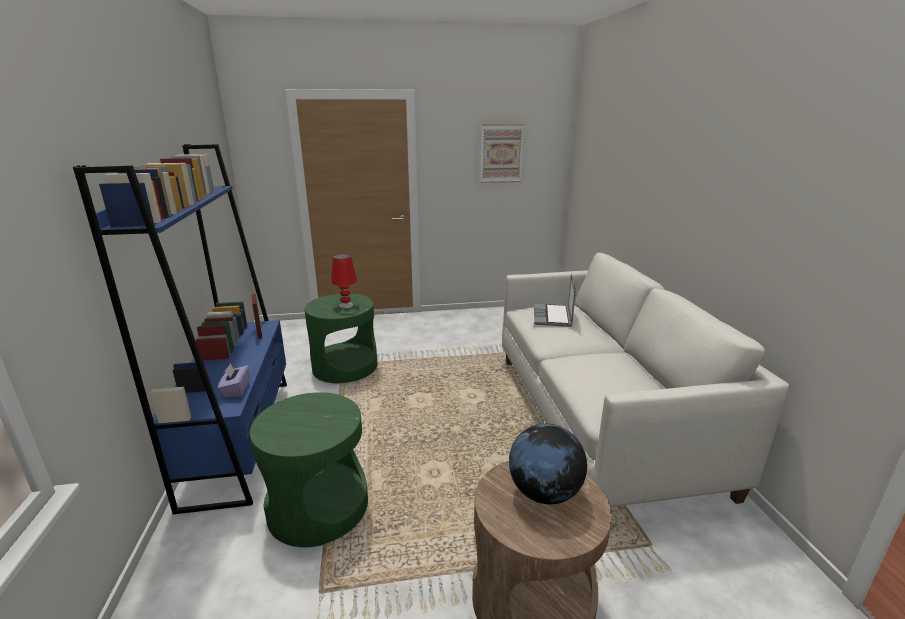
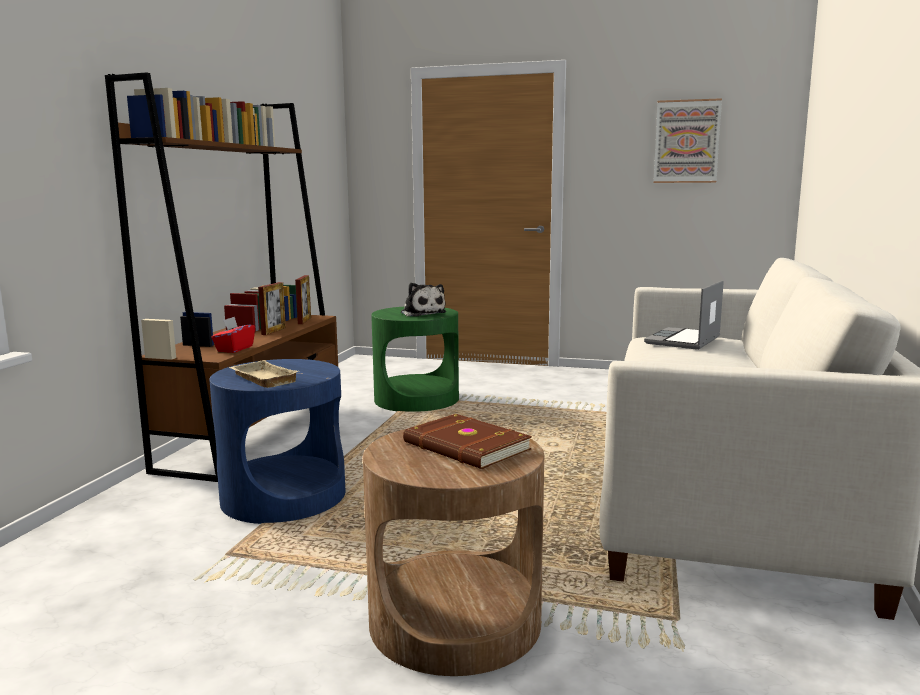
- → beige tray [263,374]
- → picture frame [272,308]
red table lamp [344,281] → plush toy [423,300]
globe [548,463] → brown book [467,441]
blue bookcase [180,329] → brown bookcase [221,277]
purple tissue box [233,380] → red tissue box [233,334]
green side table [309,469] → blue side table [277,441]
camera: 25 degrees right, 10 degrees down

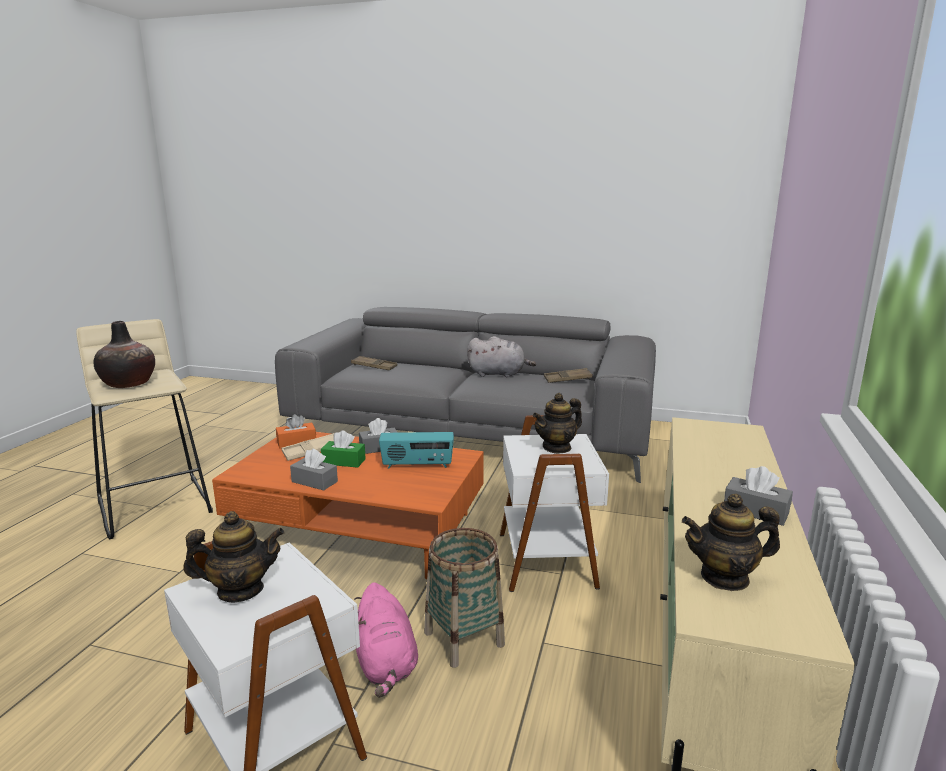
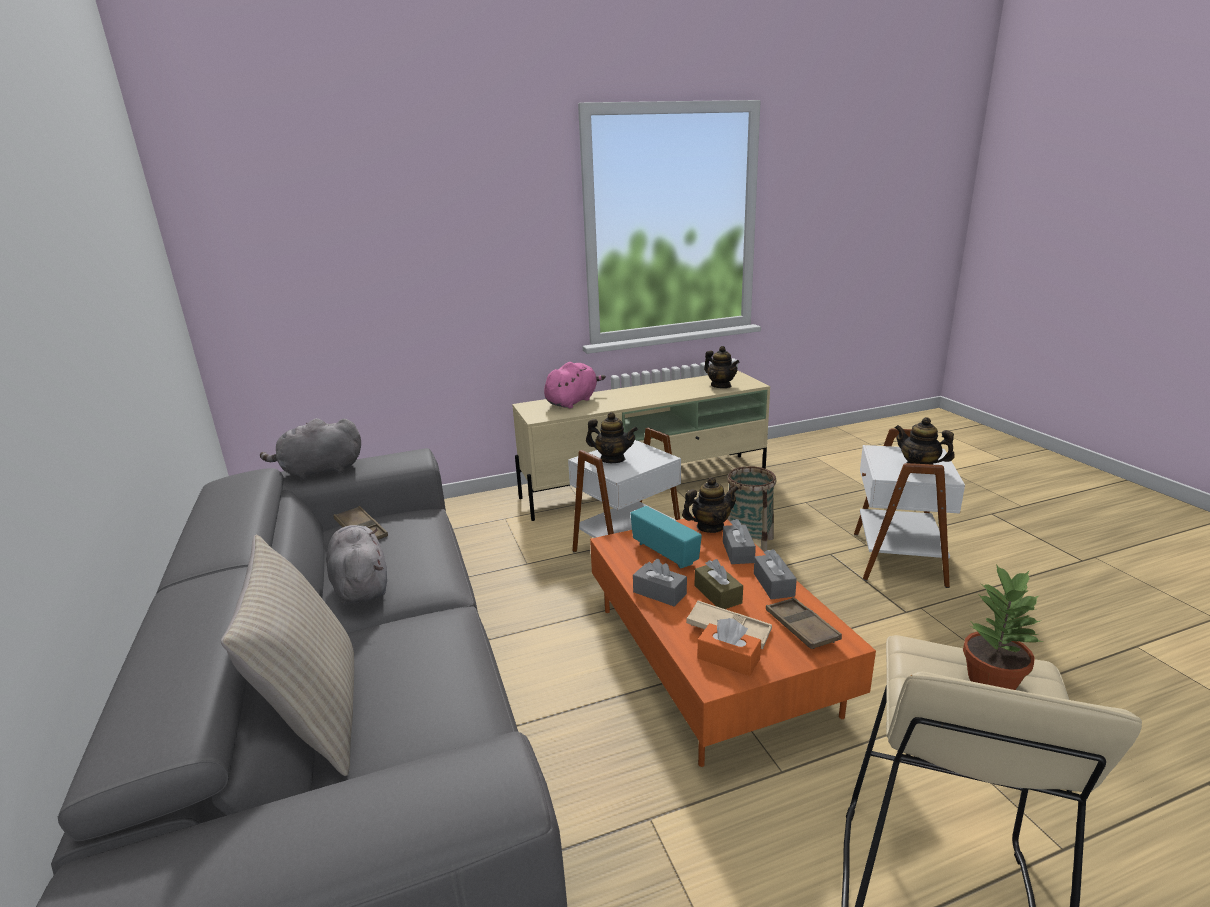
- → beige pillow [287,655]
- → grey plush toy [310,449]
- → teapot [710,505]
brown tray [374,363] → brown tray [804,623], move
pink plush toy [386,639] → pink plush toy [575,385], move
grey tissue box [758,496] → grey tissue box [739,541], move
vase [124,354] → potted plant [1003,627]
green tissue box [343,449] → brown tissue box [719,584]
camera: 125 degrees left, 5 degrees up

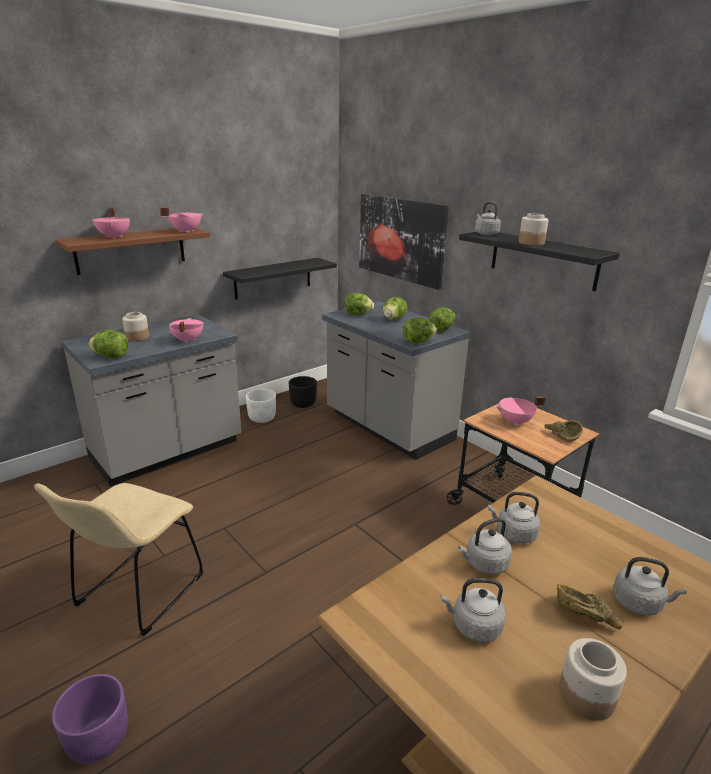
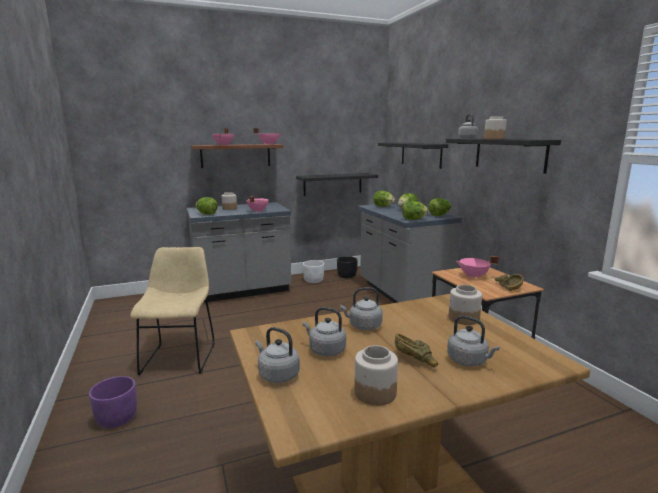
- → jar [465,305]
grey kettle [514,518] → grey kettle [277,355], move
picture [404,242] → black shelf [413,155]
beige chair [118,559] → beige chair [172,311], 135 degrees clockwise
camera: 20 degrees right, 10 degrees down

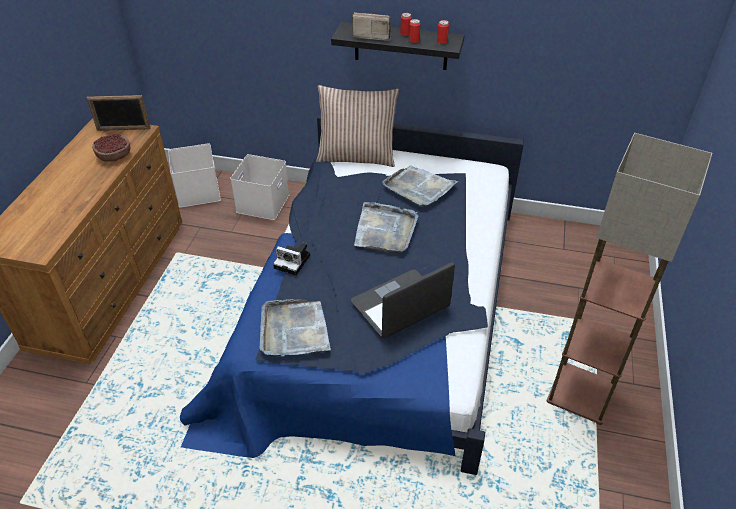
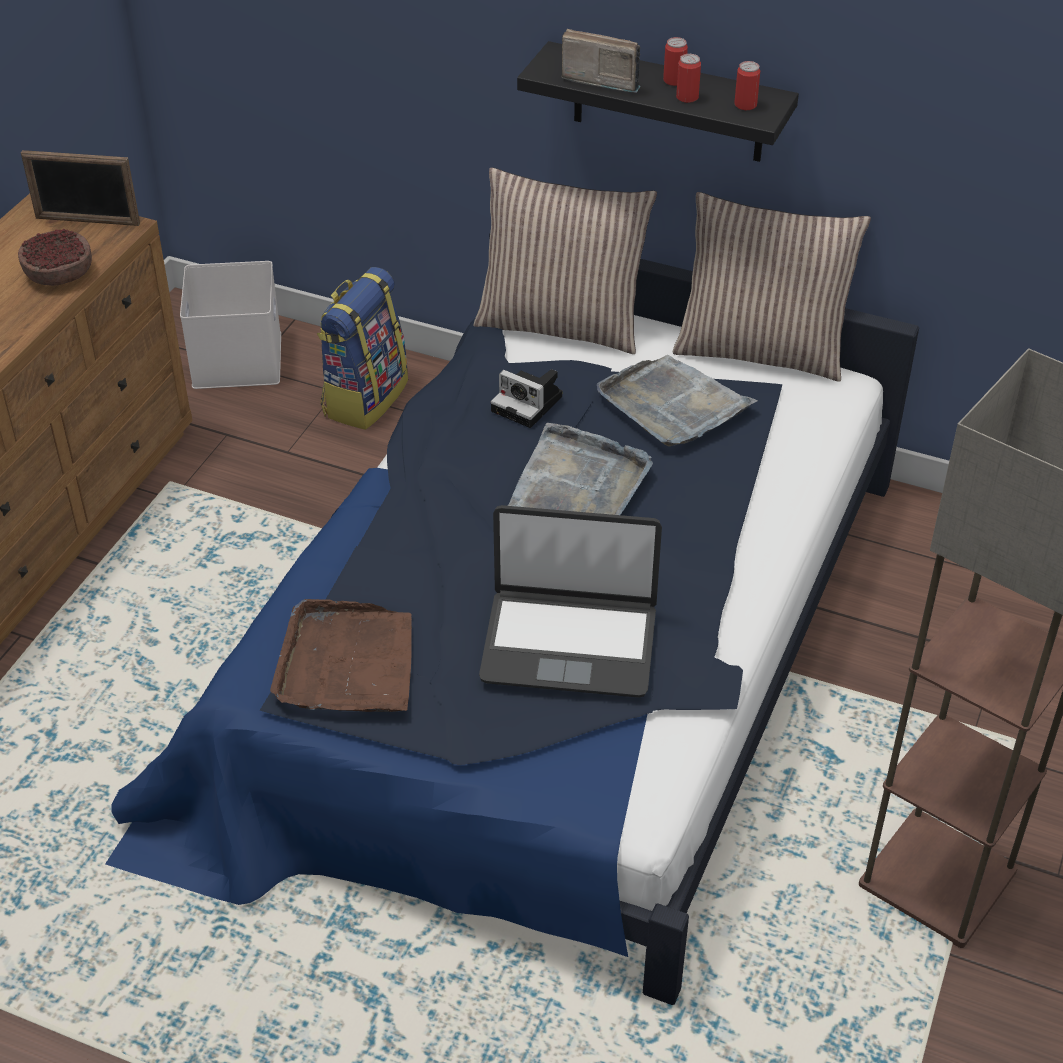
- → pillow [771,287]
photo camera [291,259] → photo camera [526,398], move
white storage box [259,187] → backpack [362,348]
grey tray [295,327] → brown tray [341,655]
laptop [403,300] → laptop [570,601], 150 degrees counterclockwise
camera: 10 degrees right, 0 degrees up

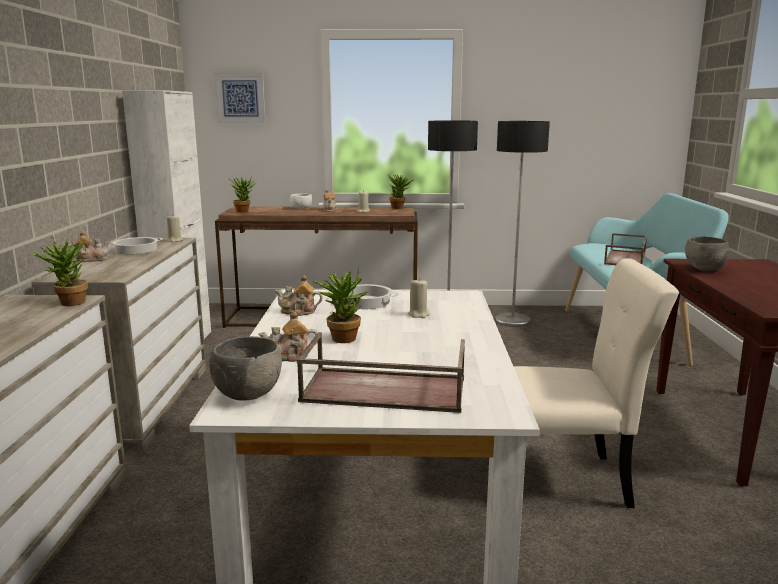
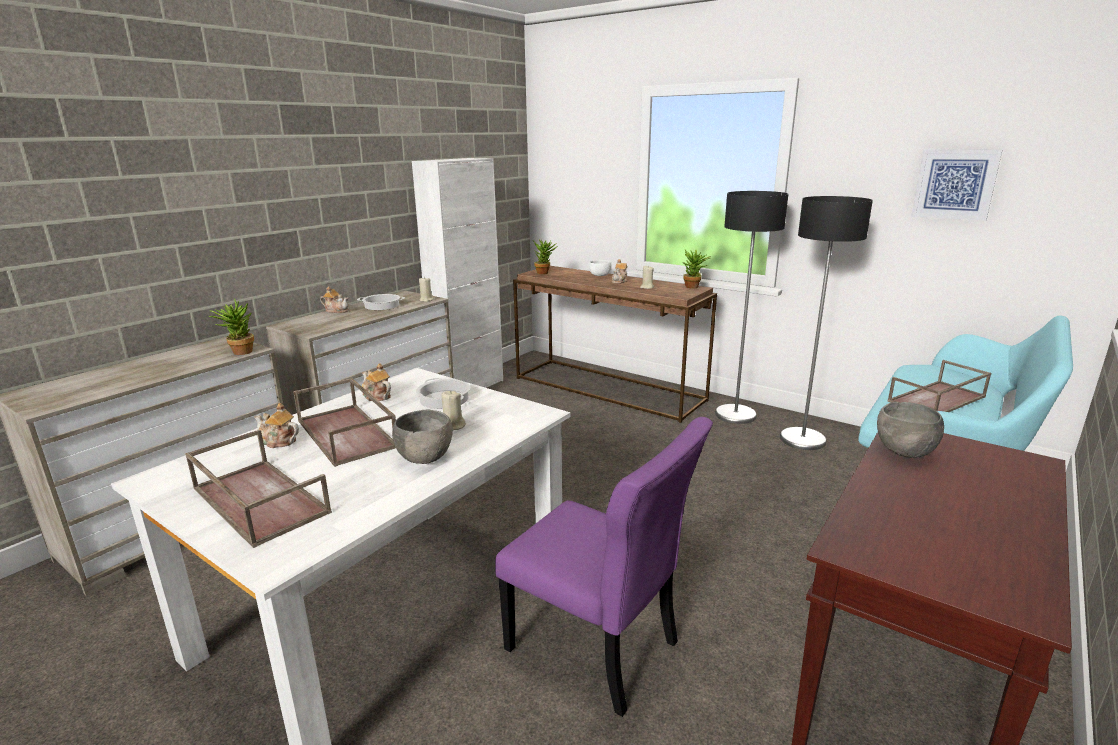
grey bowl [245,368] → grey bowl [422,437], move
picture [240,98] → picture [957,185], move
potted plant [340,305] → brown tray [344,422]
beige chair [596,383] → purple chair [604,567]
camera: 35 degrees right, 5 degrees up

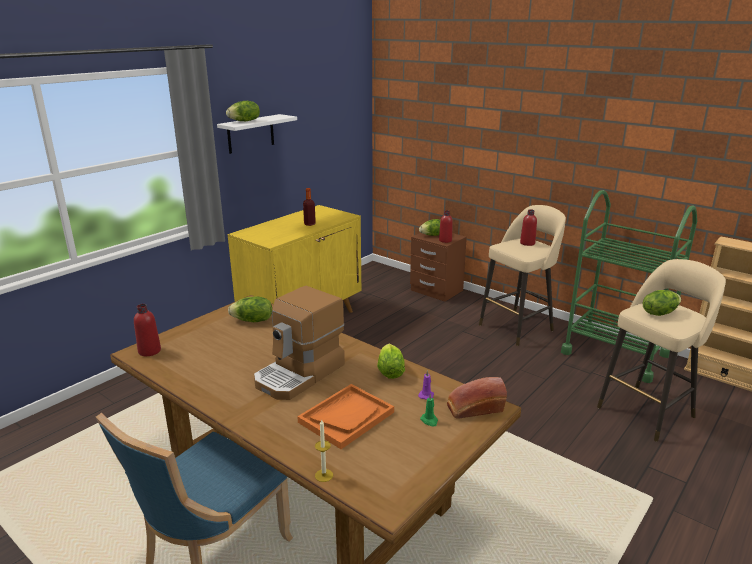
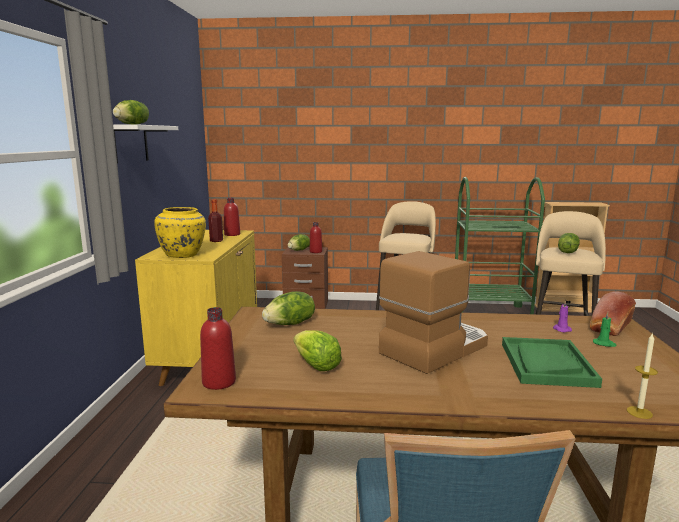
- → yellow vase [180,232]
lettuce [391,361] → lettuce [317,350], move
red bottle [528,227] → red bottle [232,217], move
orange tray [345,416] → green tray [552,362]
coffee machine [299,343] → coffee machine [433,312], 135 degrees counterclockwise
camera: 35 degrees left, 10 degrees down

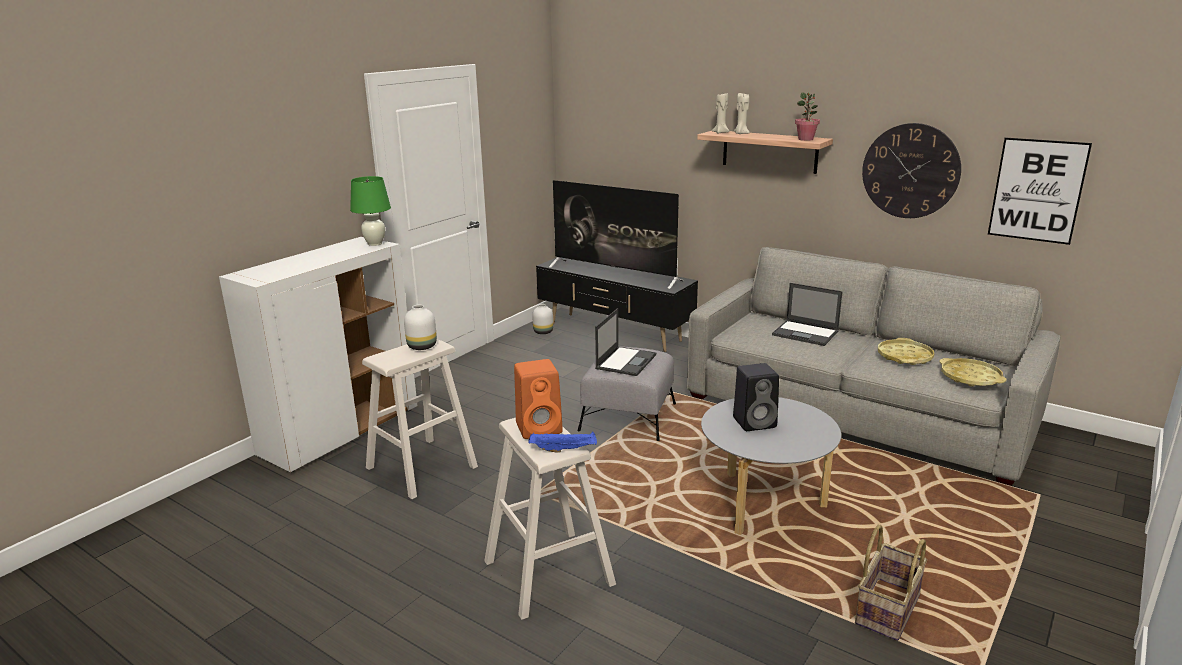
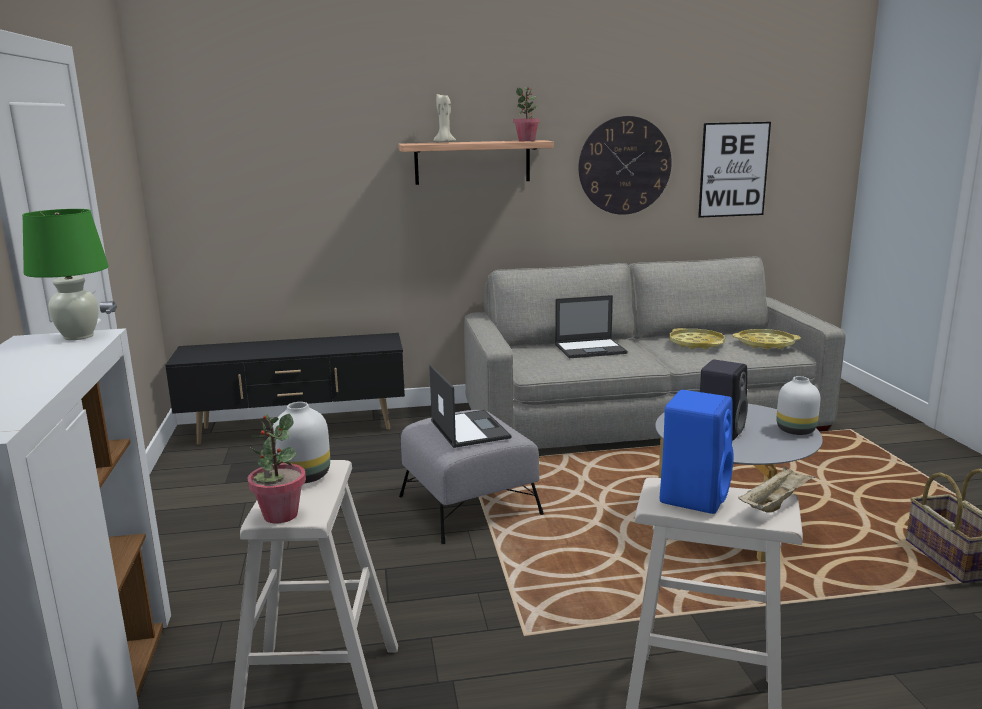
television [616,234] → -
beige candle [720,113] → -
- → potted plant [277,469]
white vase [542,319] → white vase [798,405], move
orange speaker [538,399] → blue speaker [696,452]
blue tray [563,442] → beige tray [777,489]
camera: 45 degrees left, 5 degrees down

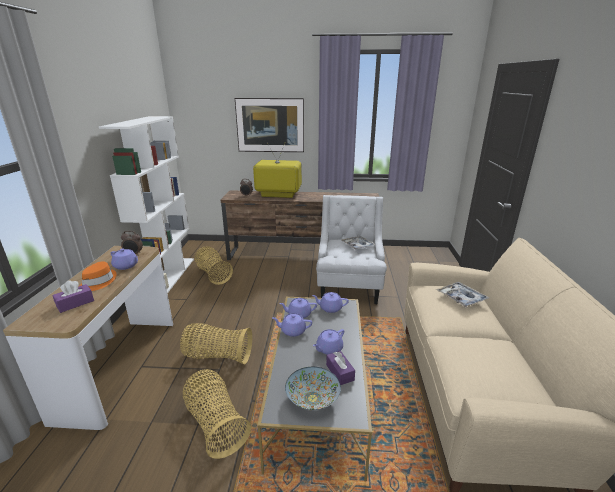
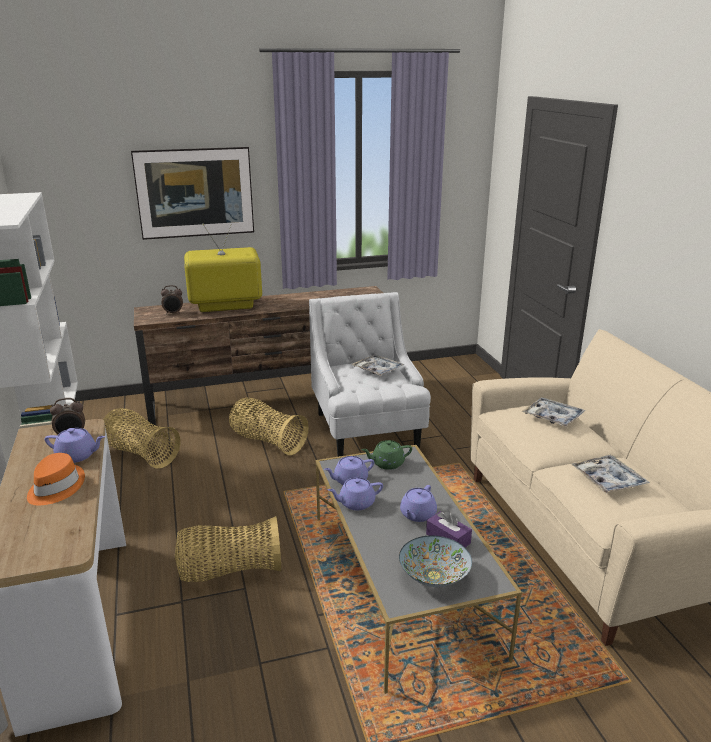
purple tissue box [73,296] → -
- → tray [610,474]
basket [217,414] → basket [269,426], move
purple teapot [330,302] → green teapot [386,455]
camera: 20 degrees left, 0 degrees up

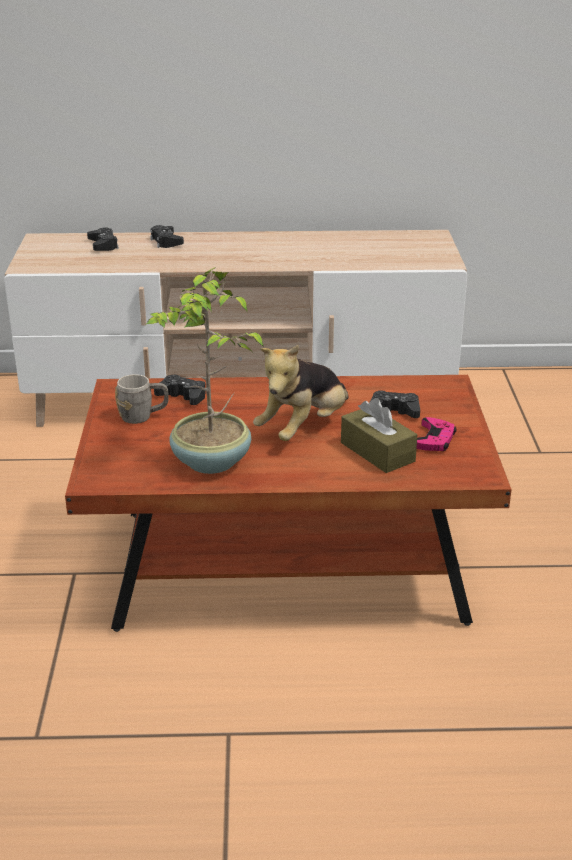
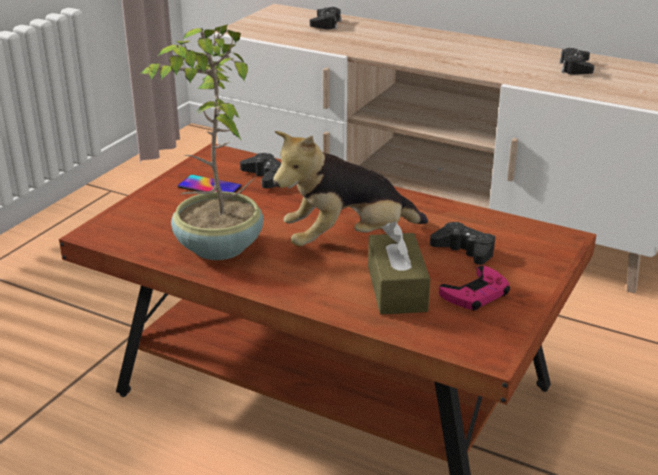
black game controller [167,236] → black game controller [576,61], move
grey mug [142,399] → phone [209,184]
camera: 30 degrees right, 0 degrees up

